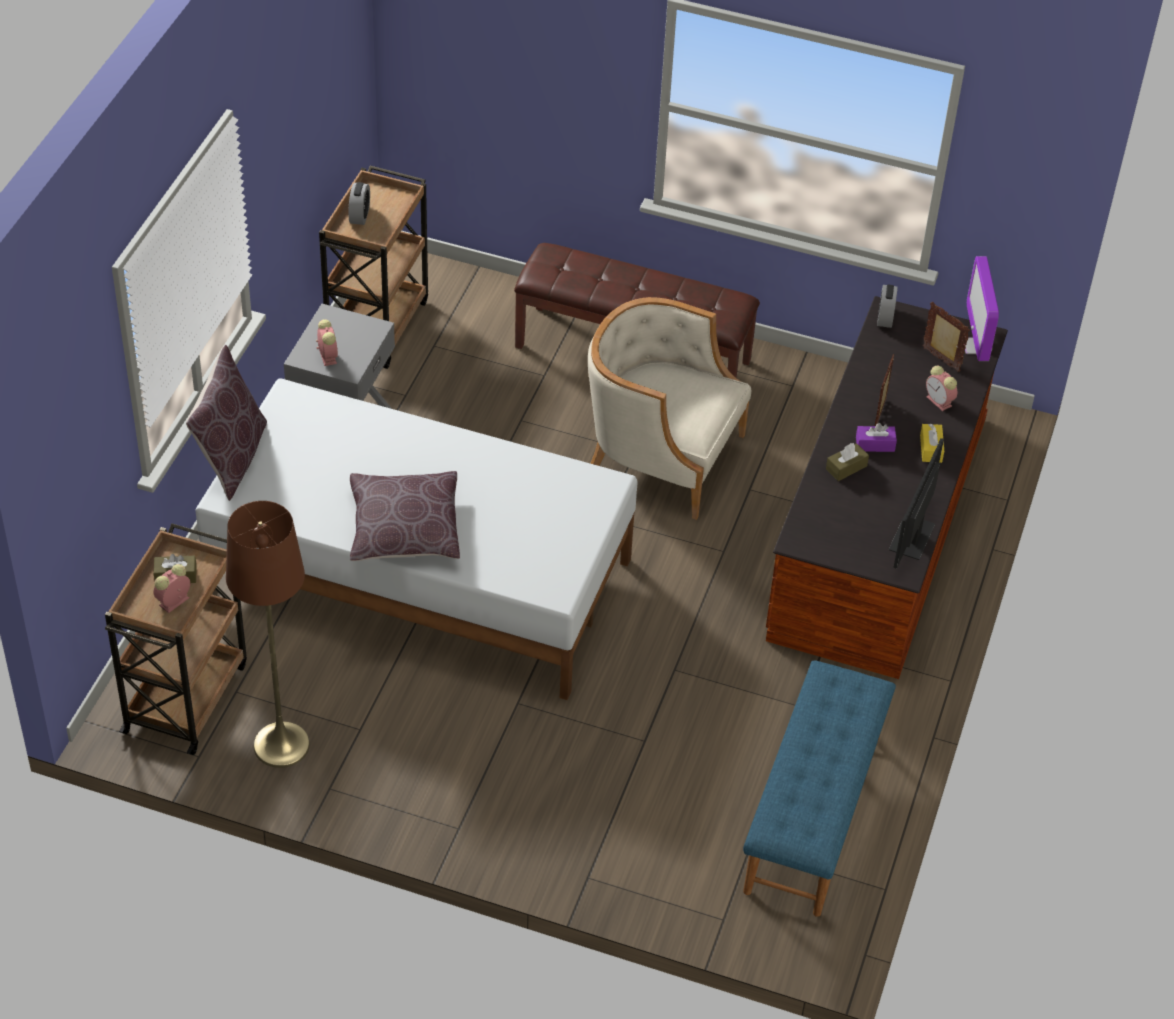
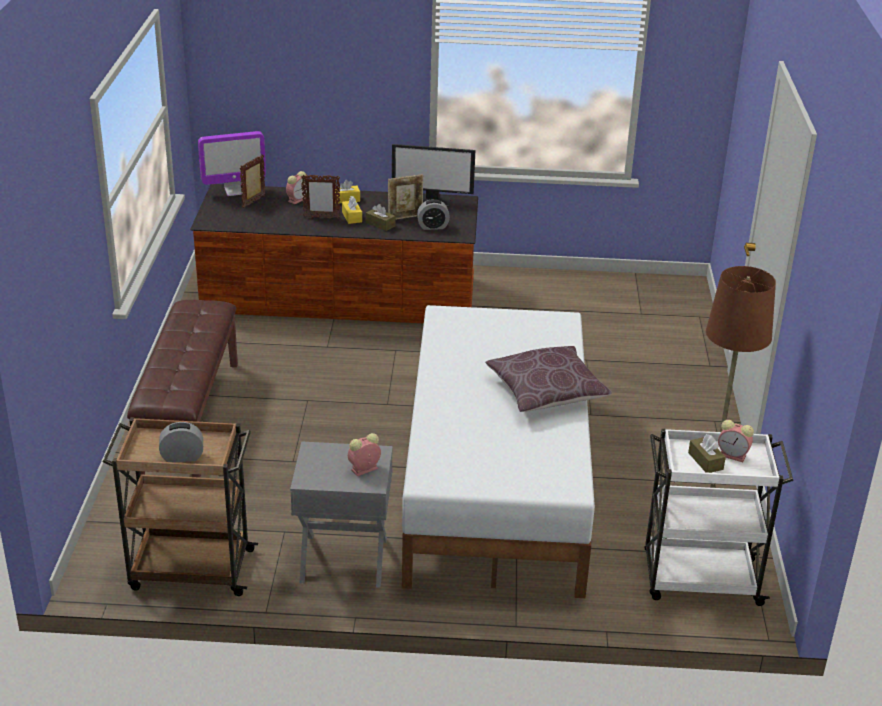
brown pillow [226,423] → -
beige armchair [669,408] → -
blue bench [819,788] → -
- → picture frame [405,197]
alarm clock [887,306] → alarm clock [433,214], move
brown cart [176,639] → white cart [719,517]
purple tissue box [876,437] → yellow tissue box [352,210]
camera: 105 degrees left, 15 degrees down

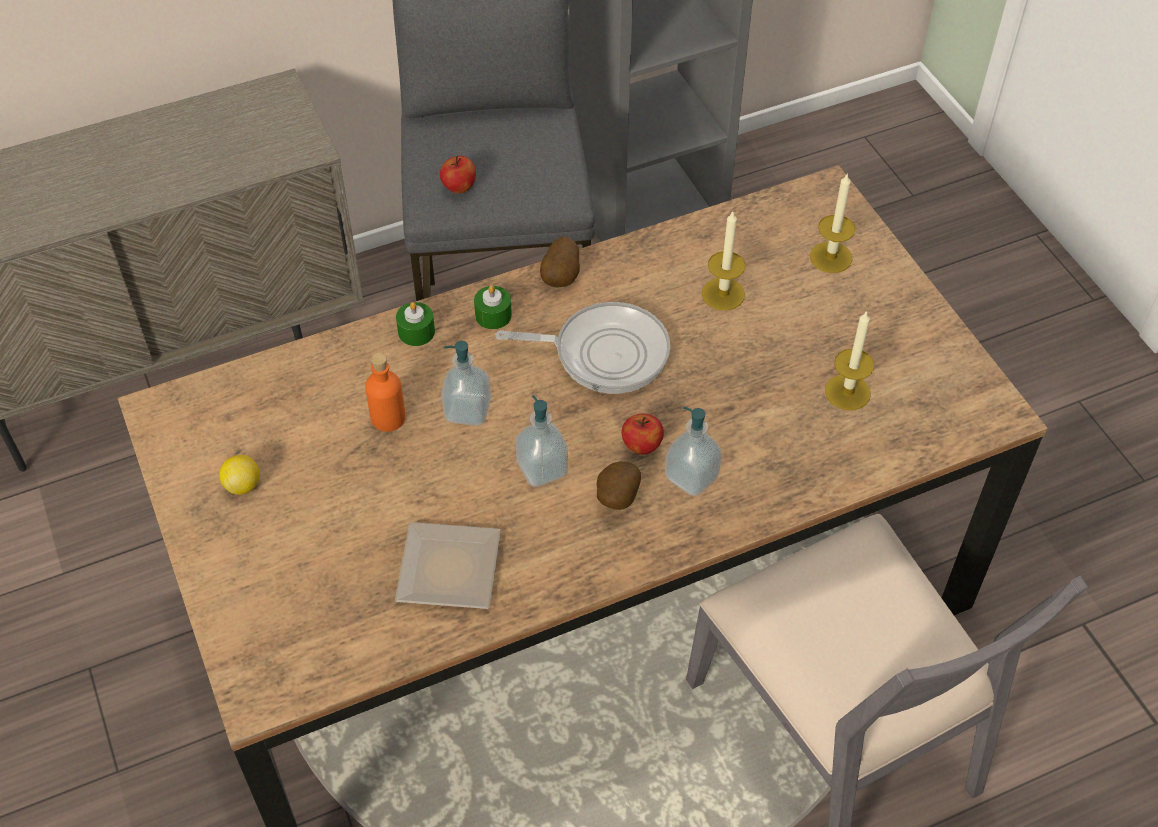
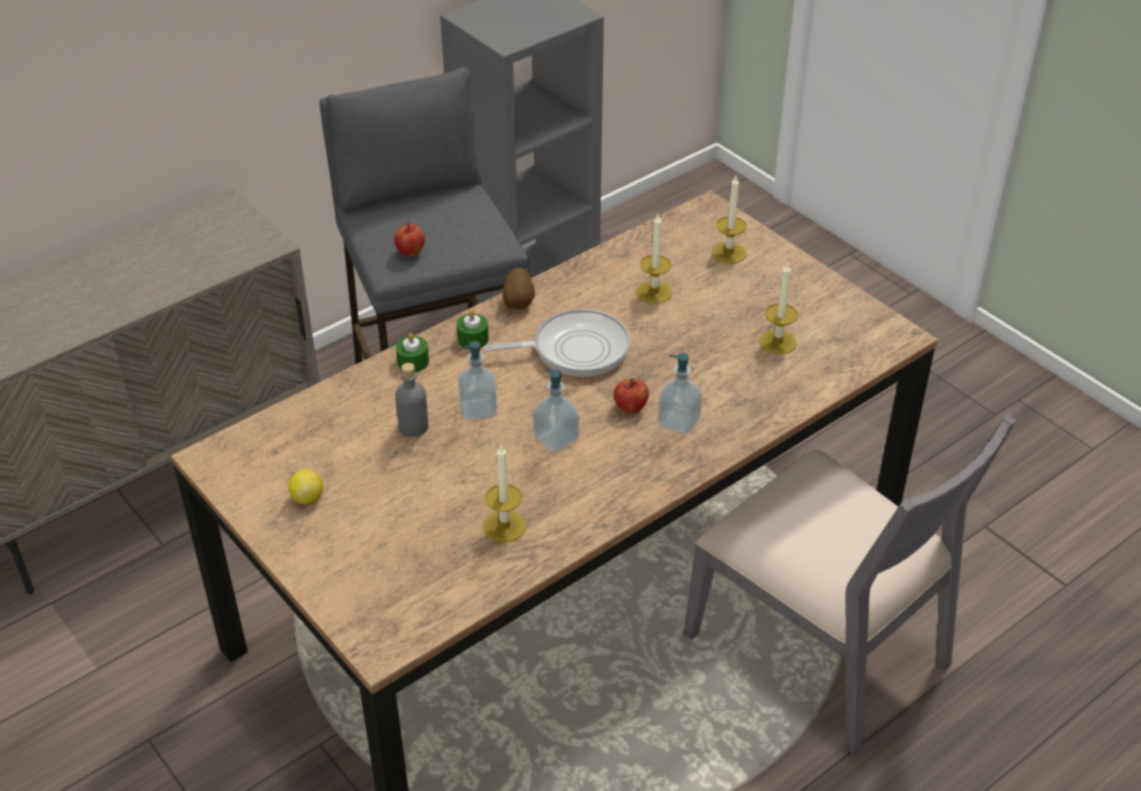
potato [618,485] → -
plate [448,565] → candle [505,493]
orange bottle [385,392] → grey bottle [411,400]
camera: 15 degrees left, 10 degrees down

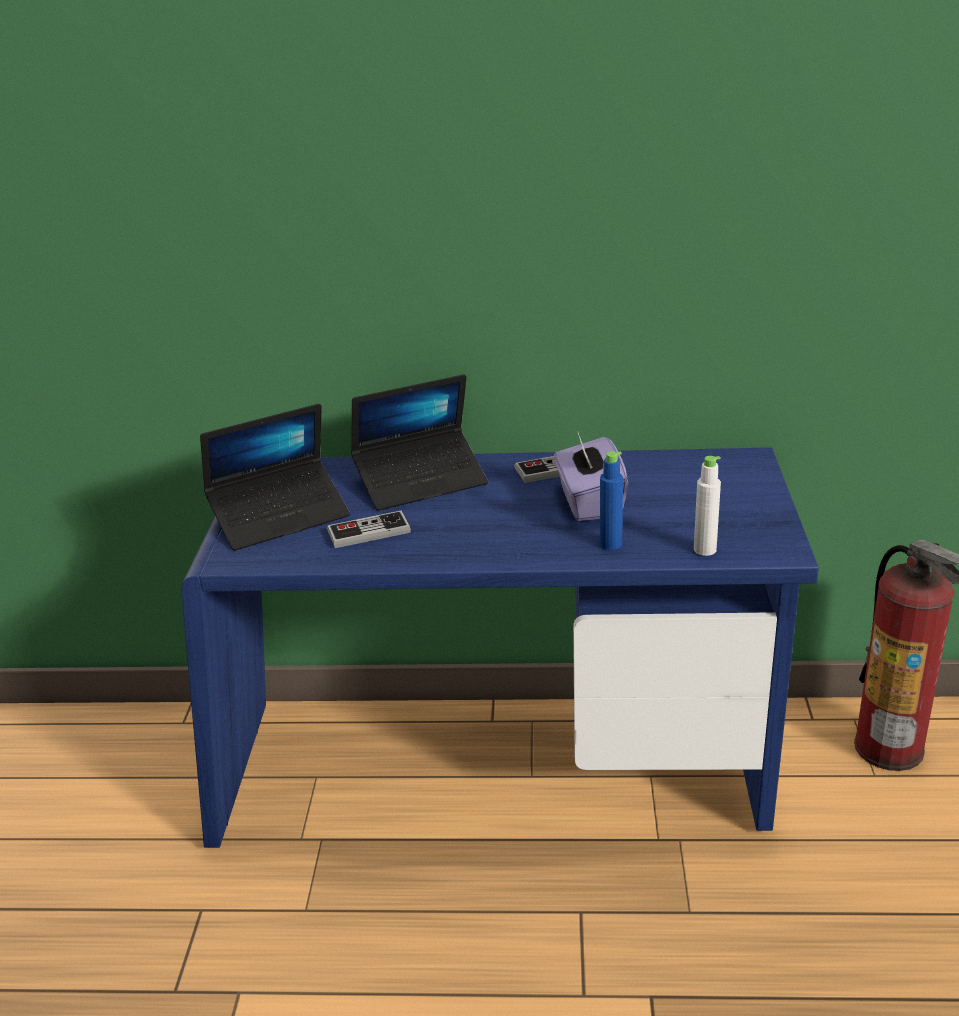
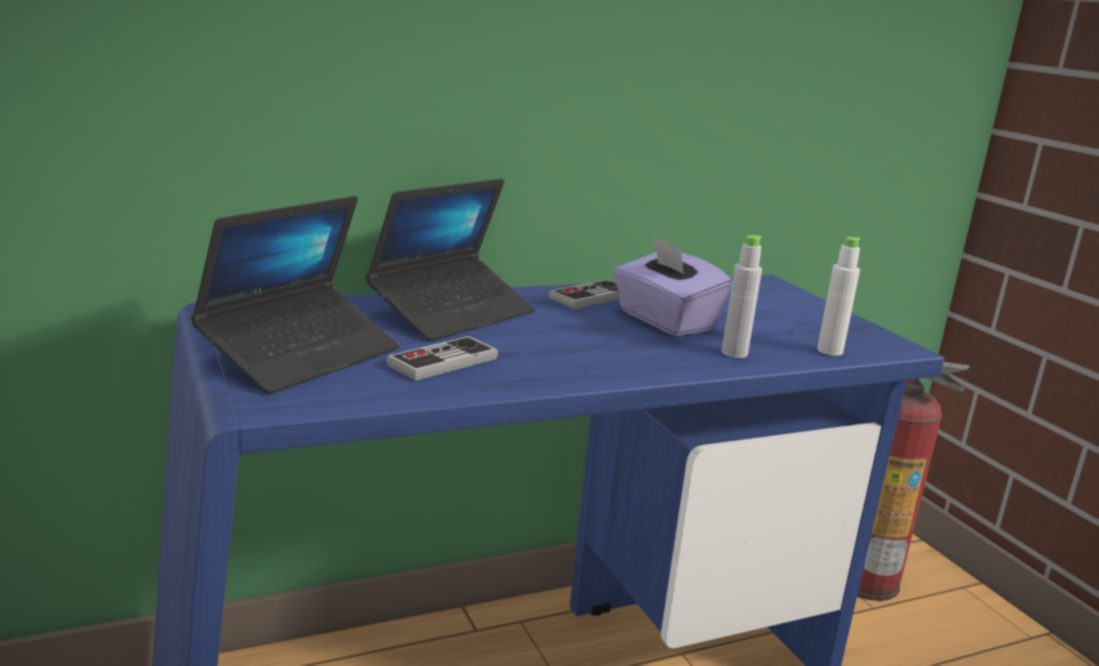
blue bottle [611,500] → grey bottle [742,296]
camera: 30 degrees left, 10 degrees down

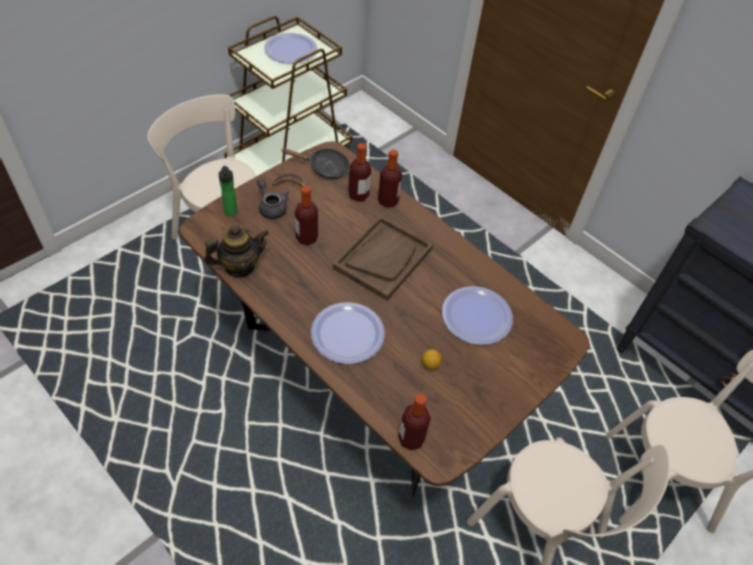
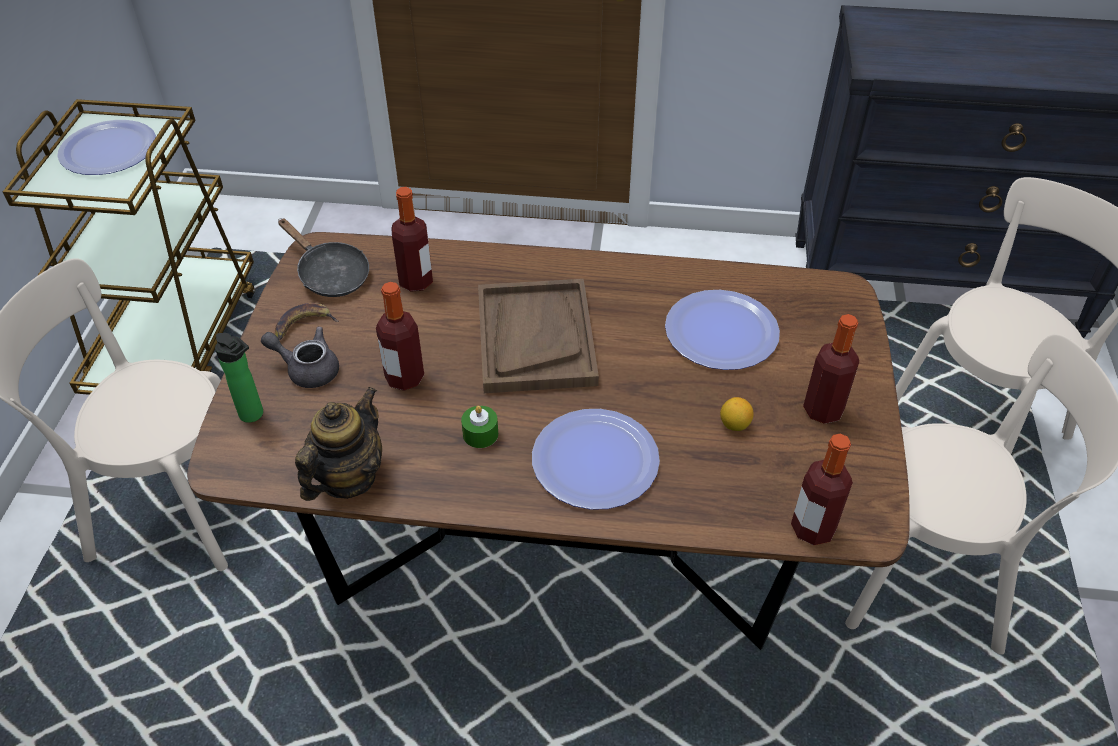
- → green candle [479,427]
bottle [390,178] → bottle [831,369], move
black frying pan [315,163] → black frying pan [323,258], 75 degrees clockwise
camera: 35 degrees left, 5 degrees down

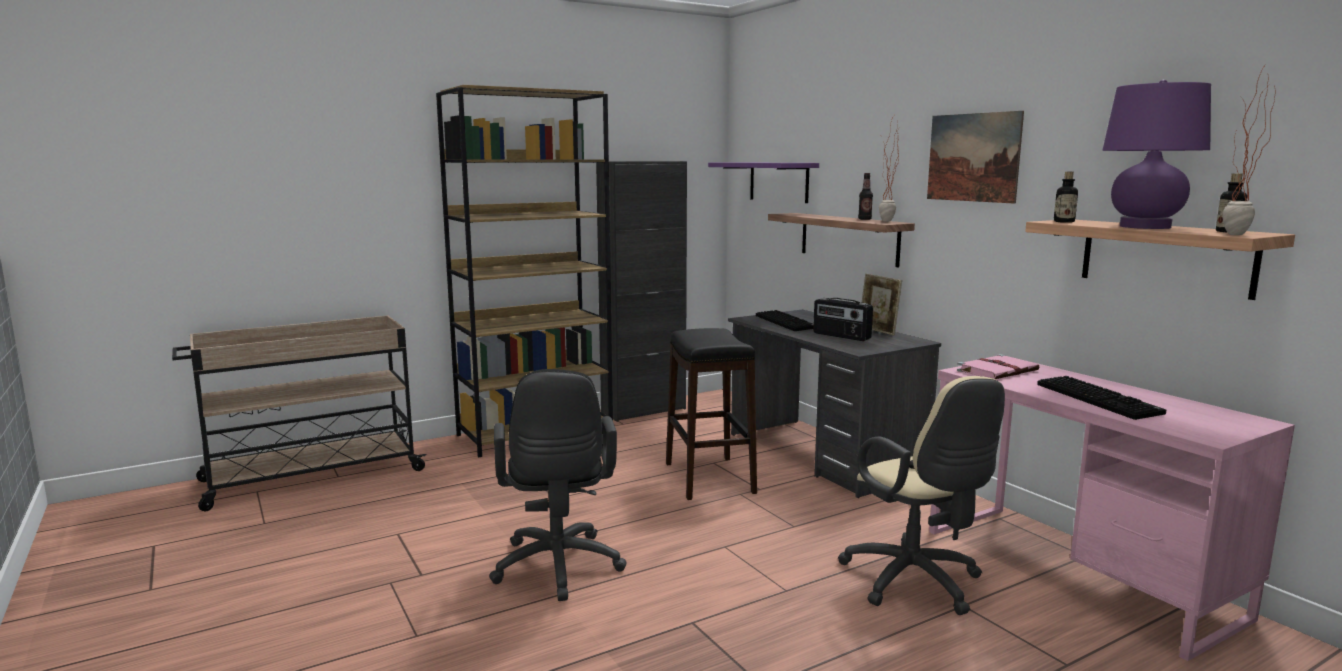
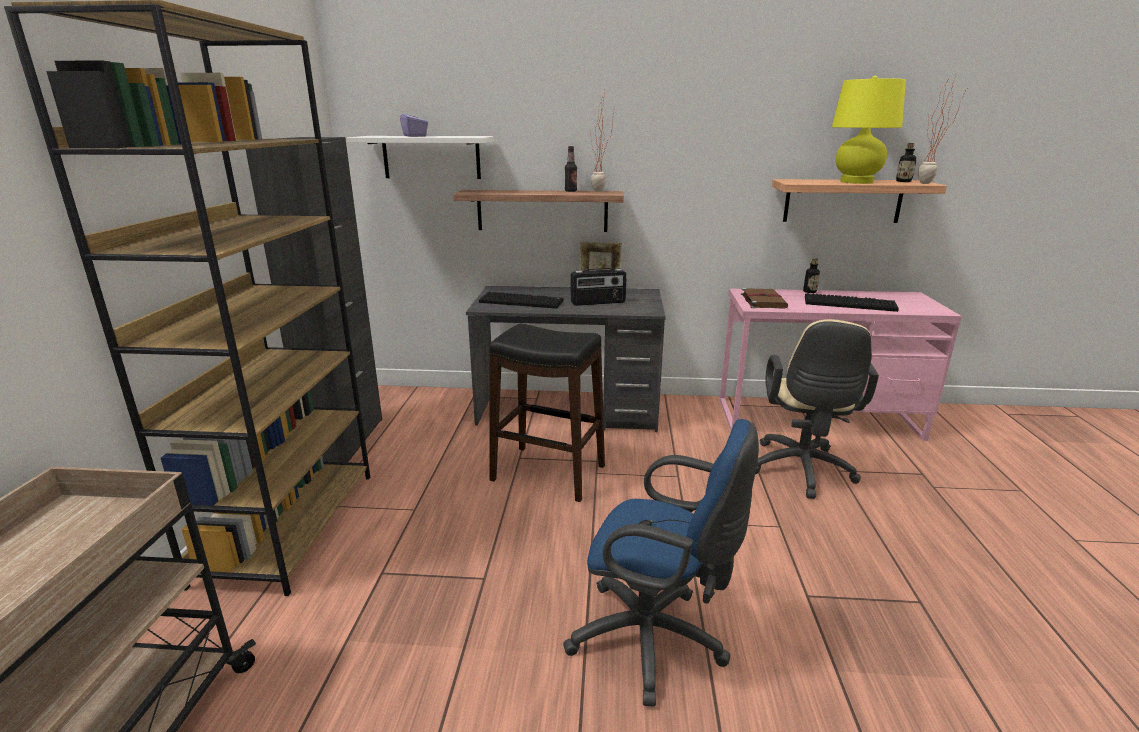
picture [975,157] → -
- → purple tissue box [414,122]
bottle [1066,197] → bottle [811,275], move
black office chair [558,485] → blue office chair [661,563]
purple shelf [763,182] → white shelf [420,157]
pink book [998,366] → brown book [764,298]
purple table lamp [1157,154] → yellow table lamp [869,130]
beige office chair [921,495] → beige office chair [817,409], 90 degrees clockwise
camera: 55 degrees left, 10 degrees up

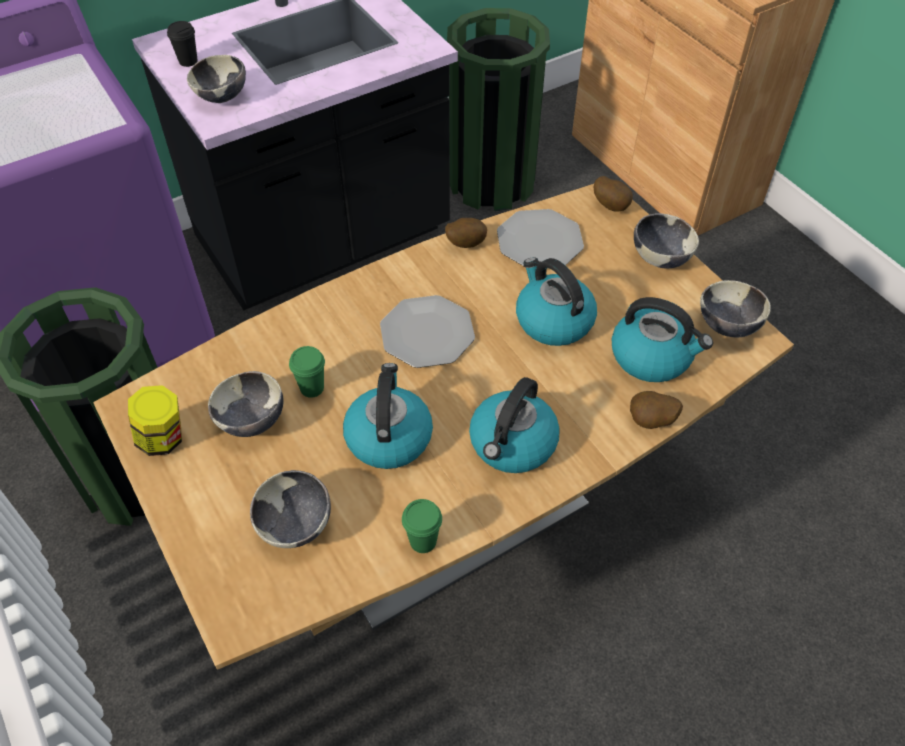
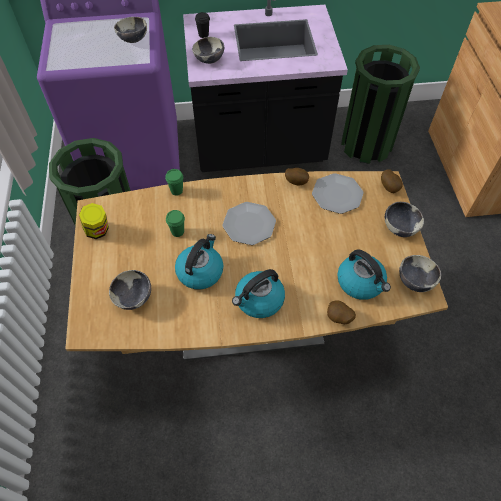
kettle [556,301] → -
bowl [246,404] → bowl [130,30], move
green cup [422,526] → green cup [174,182], move
camera: 25 degrees right, 5 degrees up

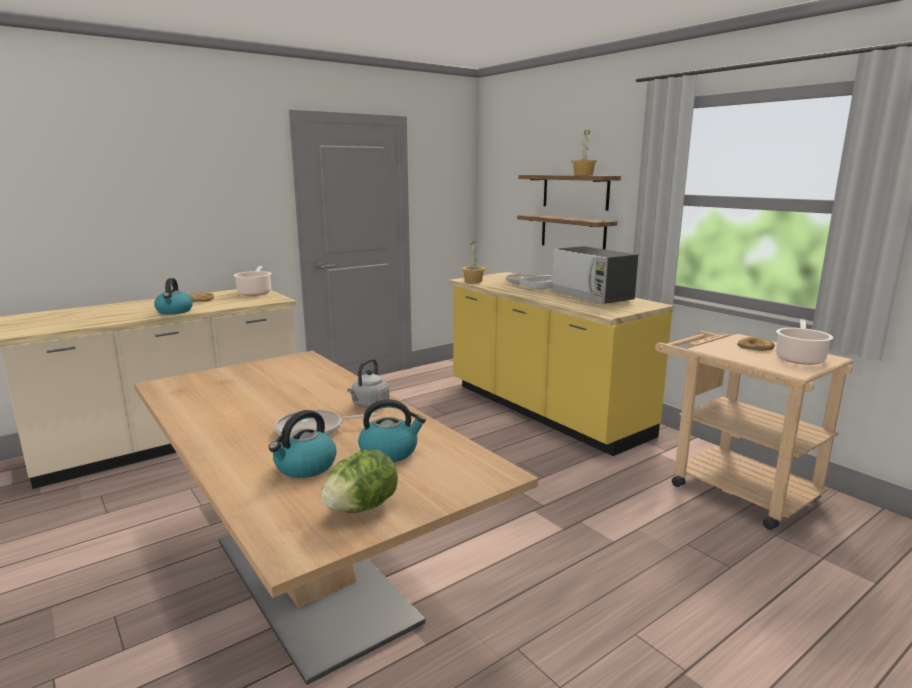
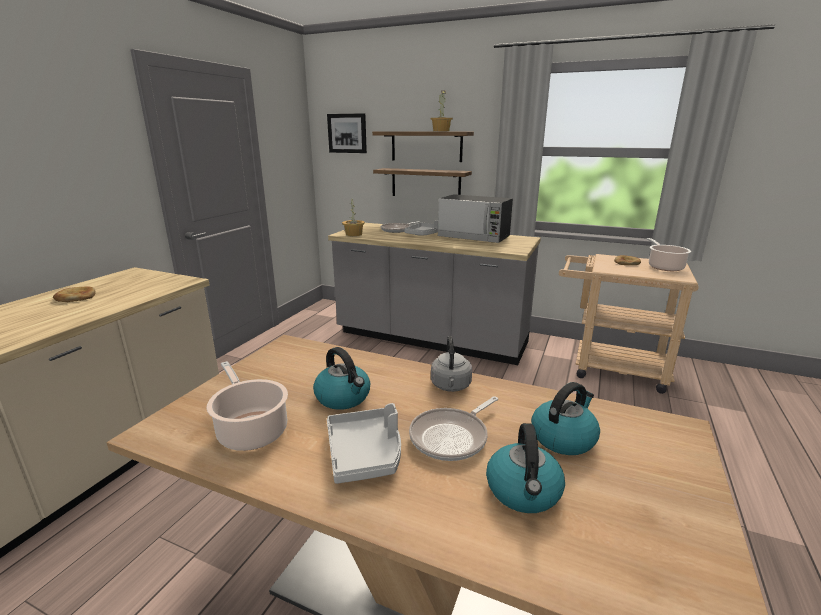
lettuce [359,481] → -
- → picture [347,133]
- → grey tray [364,443]
kettle [173,296] → kettle [341,378], move
cooking pot [253,281] → cooking pot [247,406], move
yellow counter [561,364] → grey counter [434,294]
camera: 30 degrees left, 5 degrees up

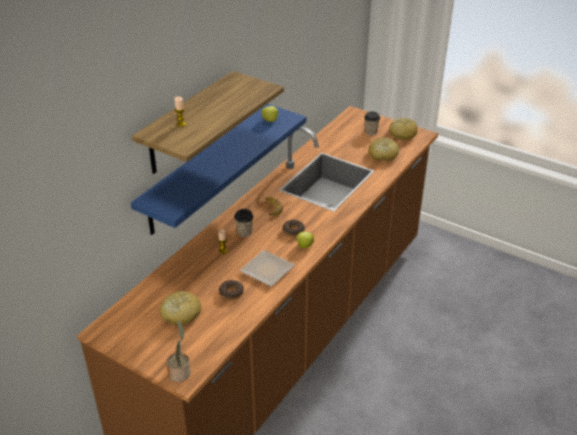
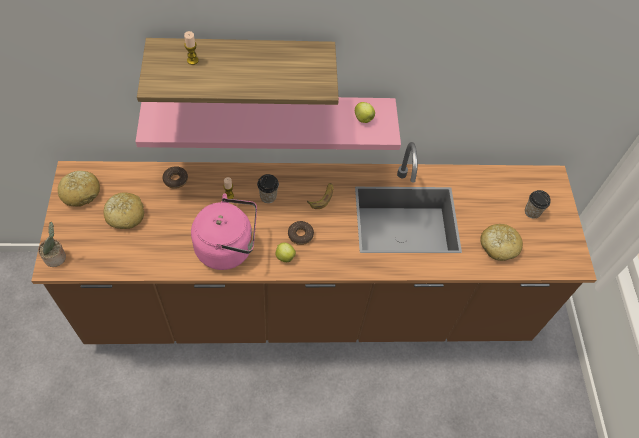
donut [231,290] → donut [175,177], move
bread [403,129] → bread [79,189], move
plate [267,268] → pink kettle [224,232]
blue shelf [218,169] → pink shelf [268,123]
camera: 50 degrees right, 20 degrees up

